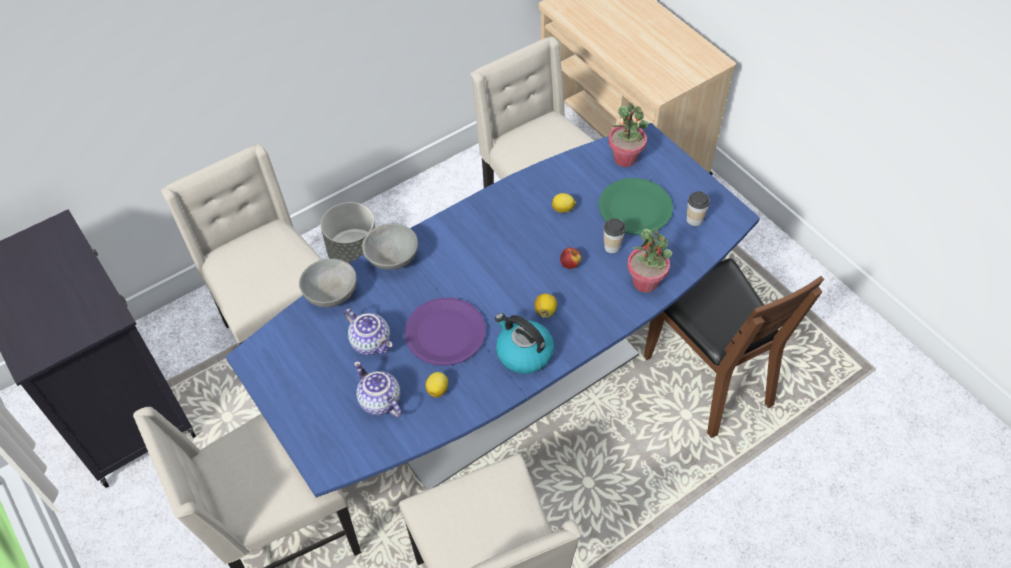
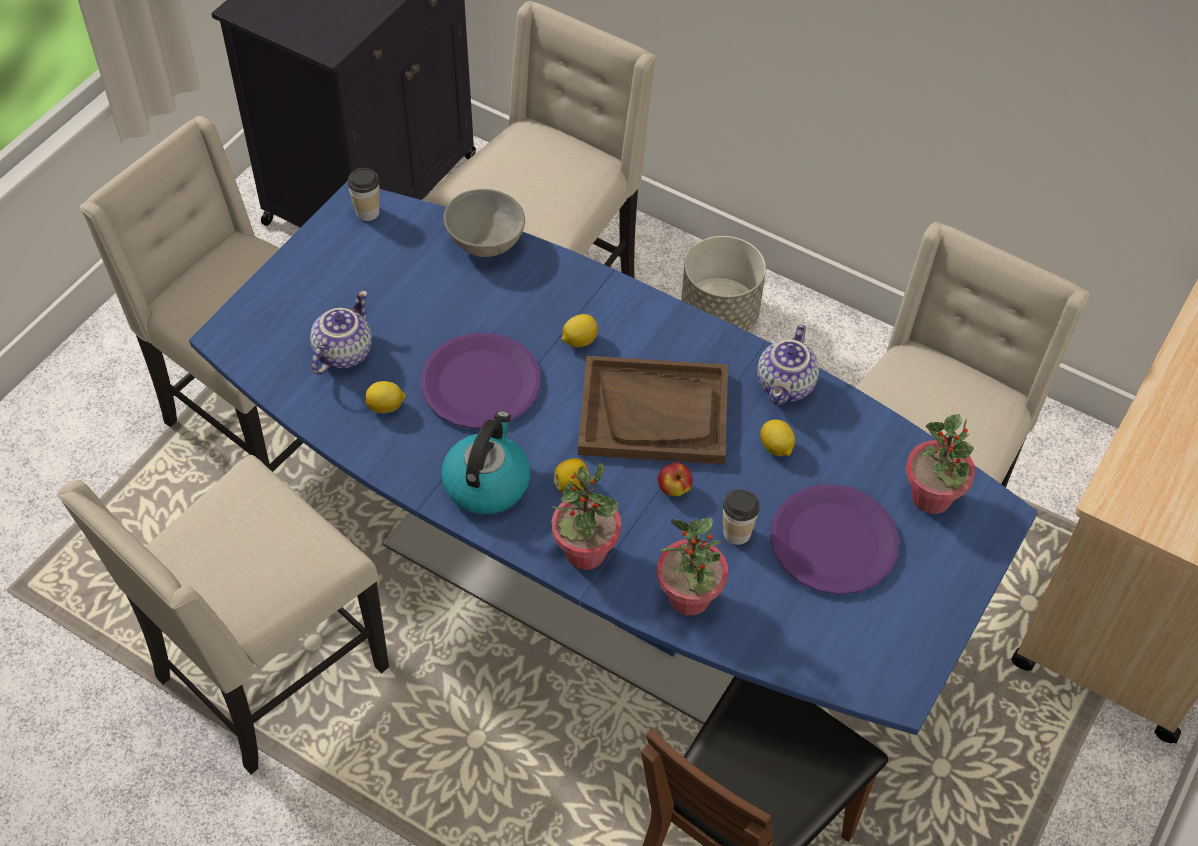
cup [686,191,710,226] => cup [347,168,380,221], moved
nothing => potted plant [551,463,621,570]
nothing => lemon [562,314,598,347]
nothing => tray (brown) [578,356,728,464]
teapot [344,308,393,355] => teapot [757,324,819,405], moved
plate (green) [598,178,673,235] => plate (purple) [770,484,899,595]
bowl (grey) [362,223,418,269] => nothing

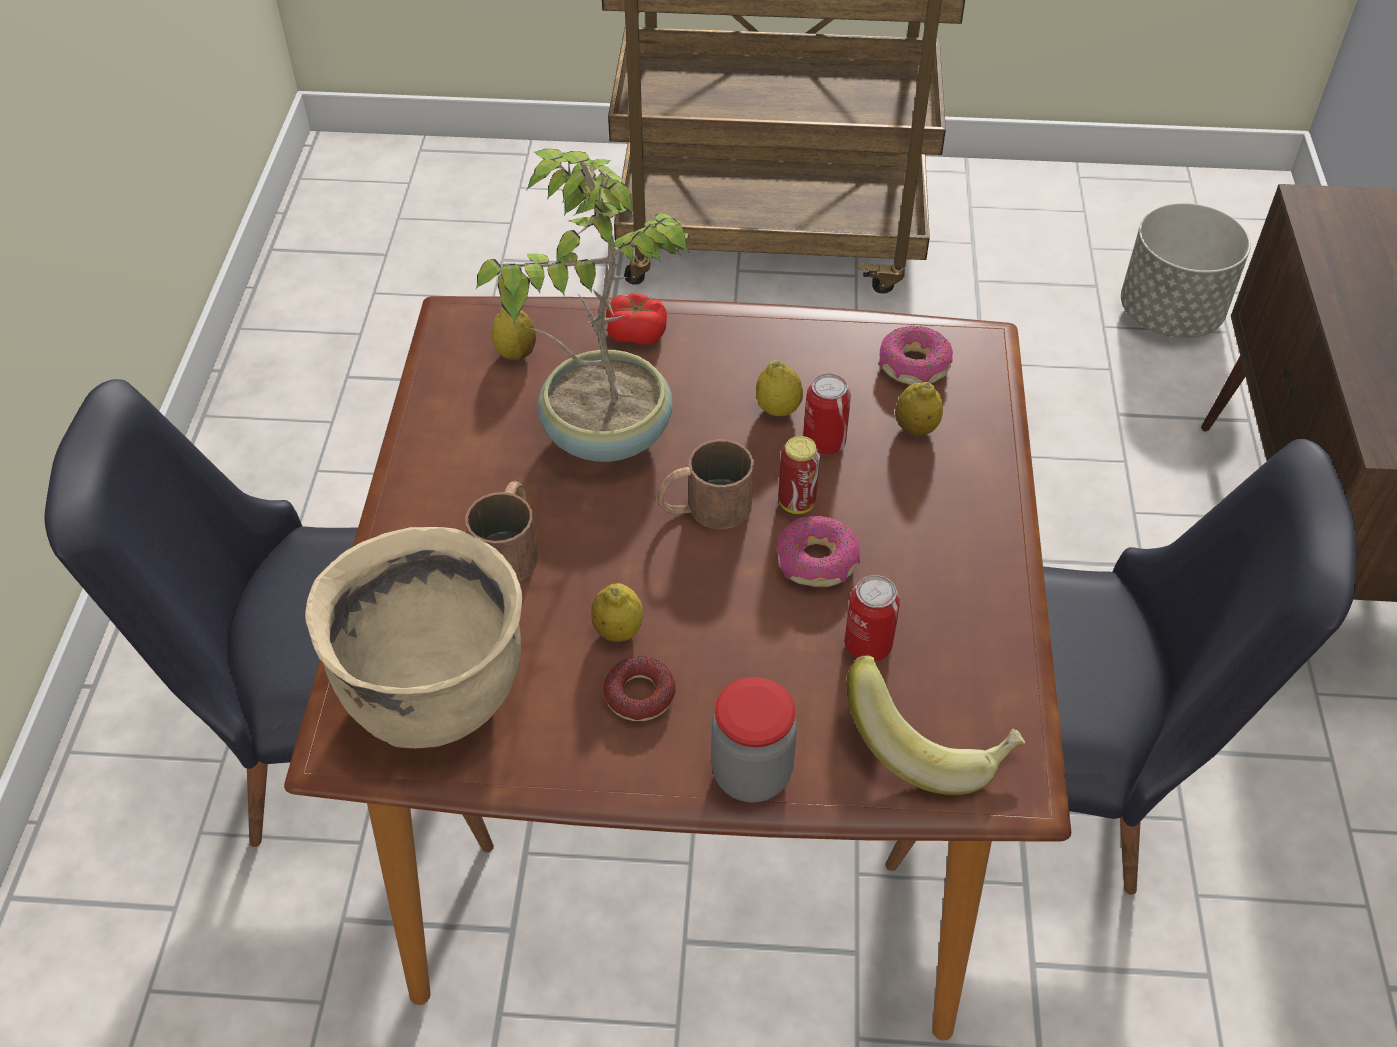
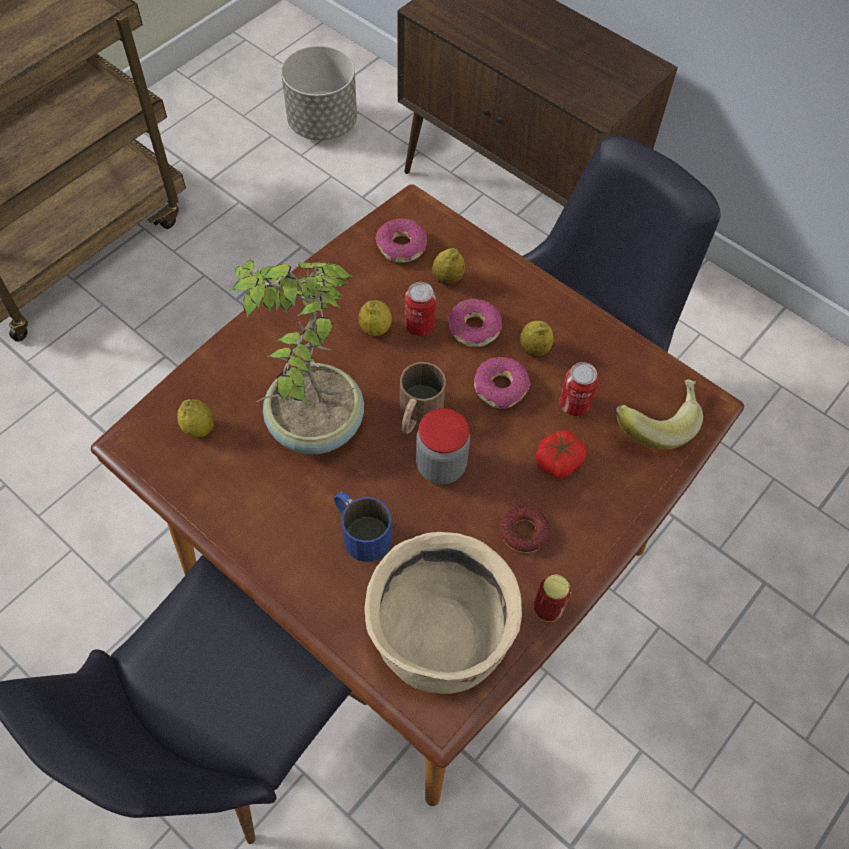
mug (brown) [466,481,538,581] => mug (blue) [334,492,392,562]
jar [711,677,797,803] => jar [416,408,470,485], moved
nothing => donut [448,299,502,347]
lemon [591,583,643,642] => lemon [519,321,554,357], moved
can [778,436,820,514] => can [534,575,571,622], moved
tomato [606,293,667,344] => tomato [535,430,587,479], moved

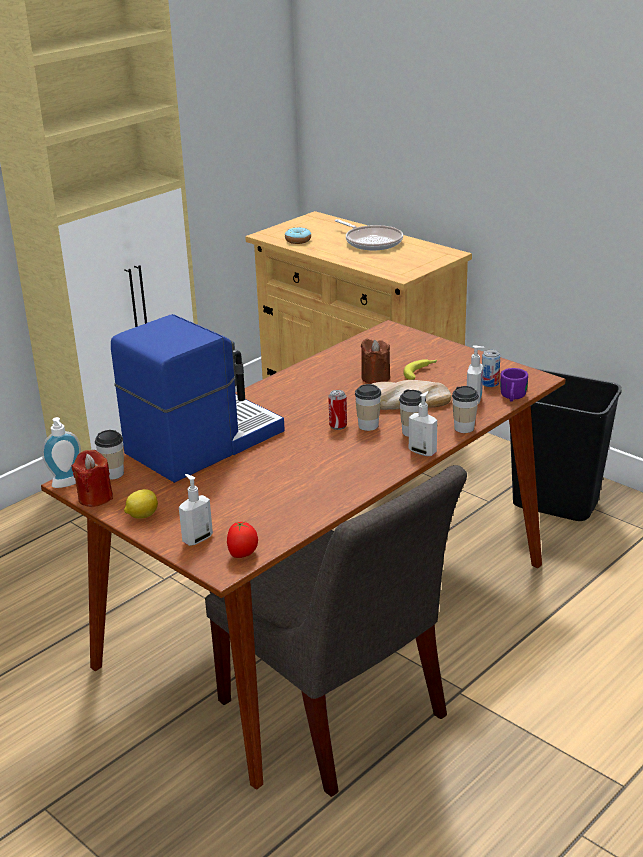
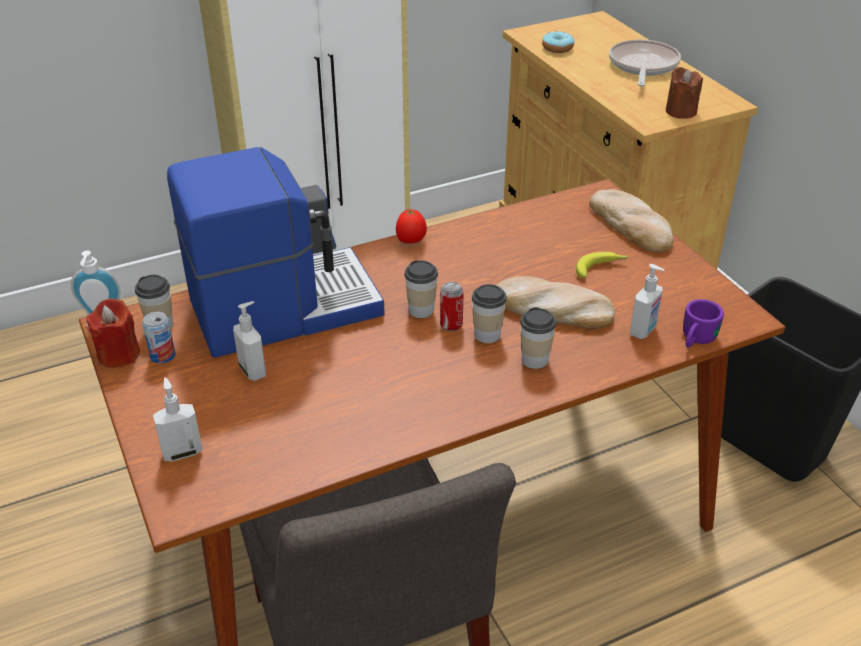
can [482,350,500,387] => can [142,312,176,363], moved
soap dispenser [409,391,437,456] => soap dispenser [233,301,266,381], moved
tomato [227,521,258,558] => tomato [396,209,427,243], moved
cup [452,386,479,433] => cup [404,260,438,318], moved
nothing => bread [589,189,673,253]
frying pan [335,219,403,251] => frying pan [609,39,681,86], 150 degrees counterclockwise
candle (brown) [361,339,390,384] => candle (brown) [666,67,703,119], moved
lemon [124,489,158,519] => nothing

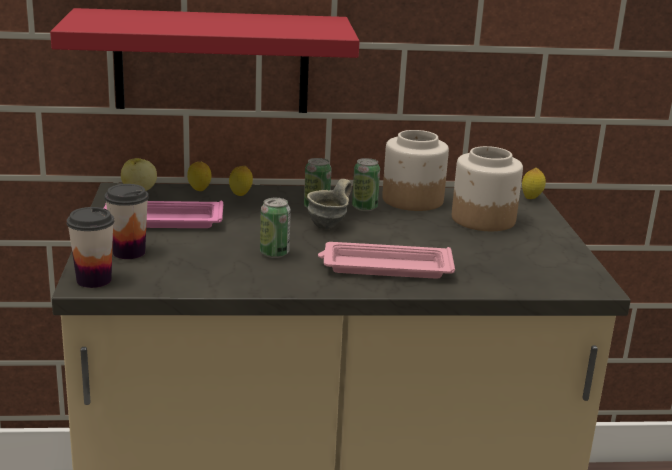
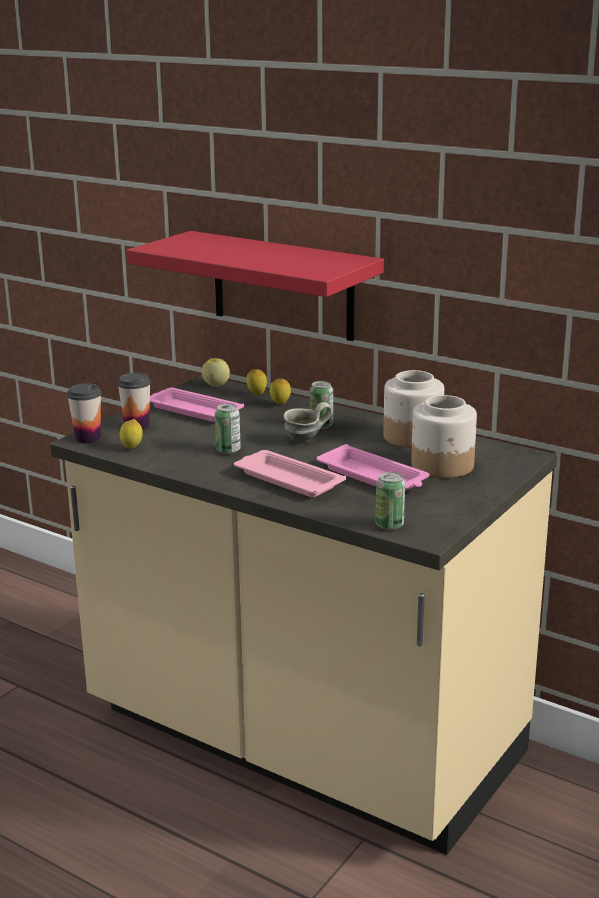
lemon [522,168,546,199] => lemon [120,419,143,449], moved
nothing => tray (pink) [317,444,429,491]
can [352,158,380,211] => can [376,472,405,530], moved

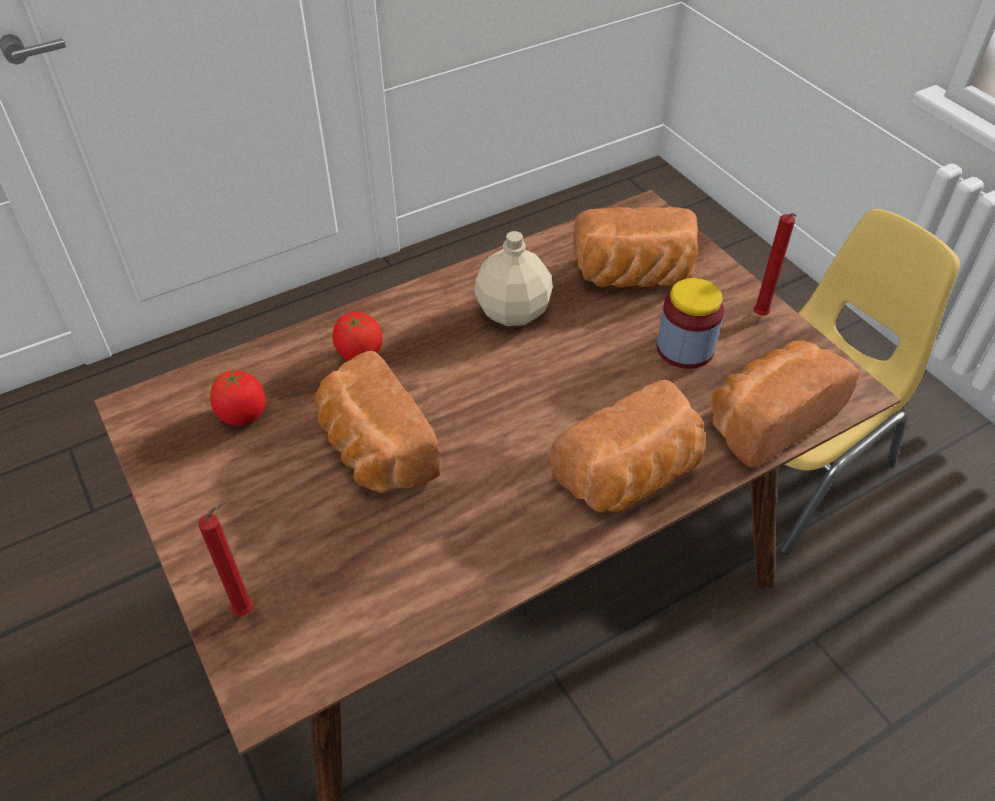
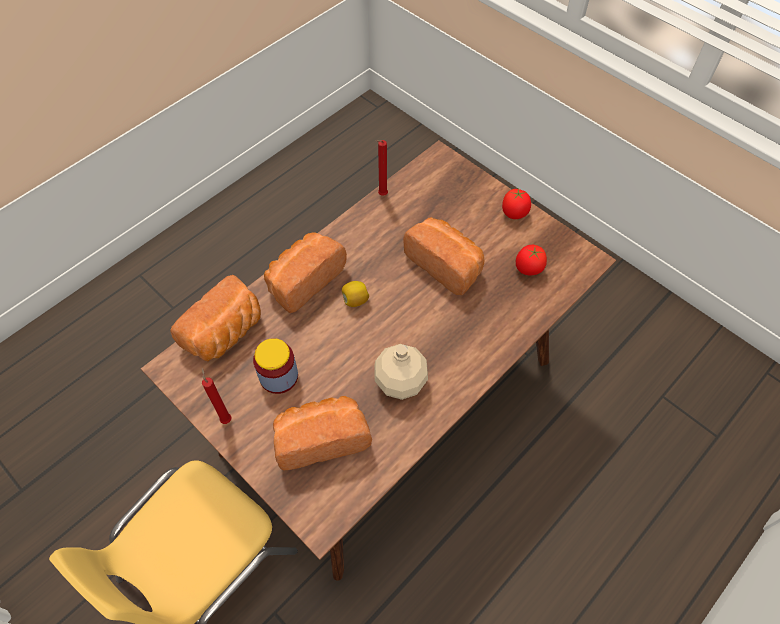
nothing => lemon [342,281,369,307]
candle (red) [198,502,253,616] => candle (red) [376,140,388,196], moved
tomato [332,312,383,361] => tomato [502,188,531,219], moved

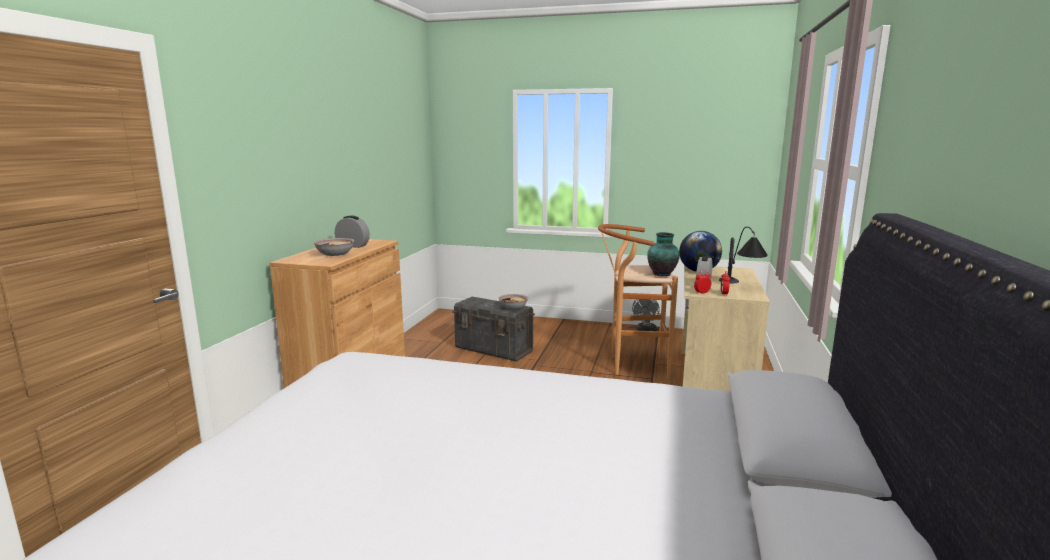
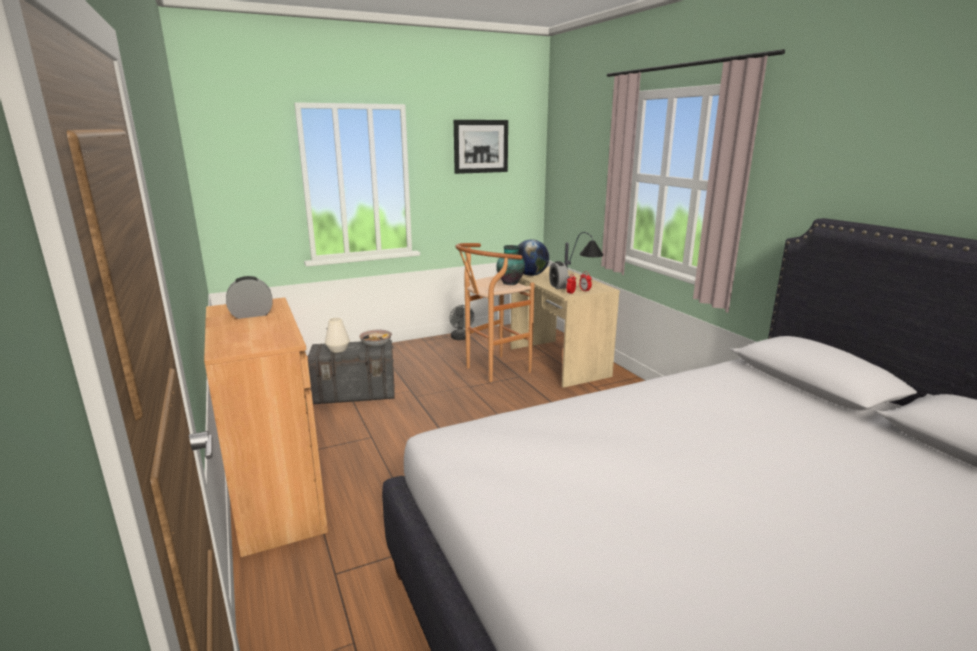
nothing => vase (white) [325,318,350,353]
nothing => picture [454,120,508,174]
bowl [314,238,355,256] => nothing

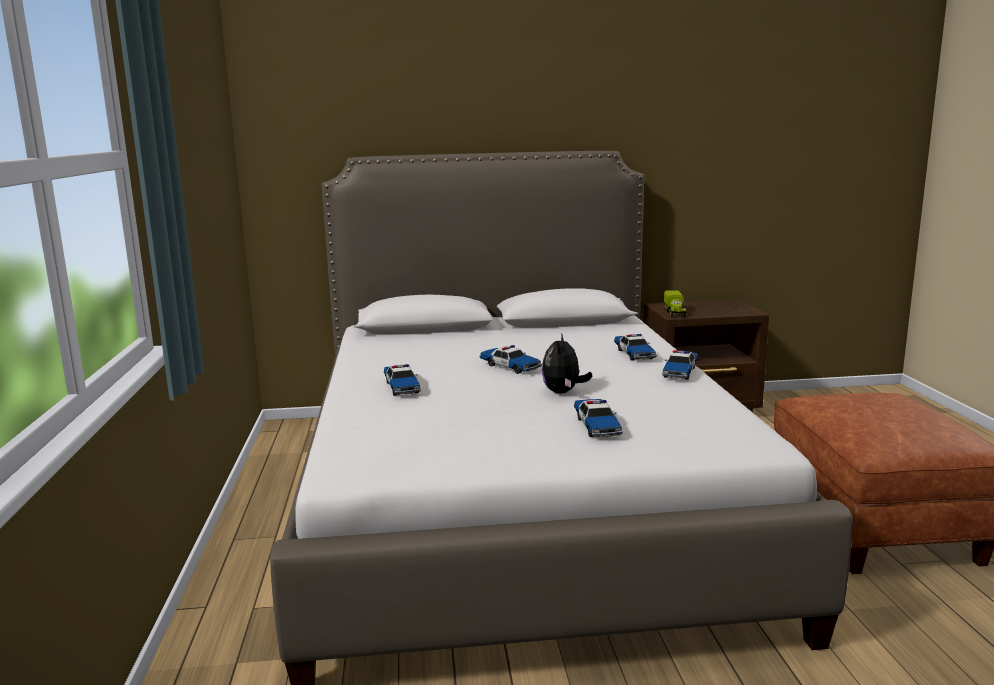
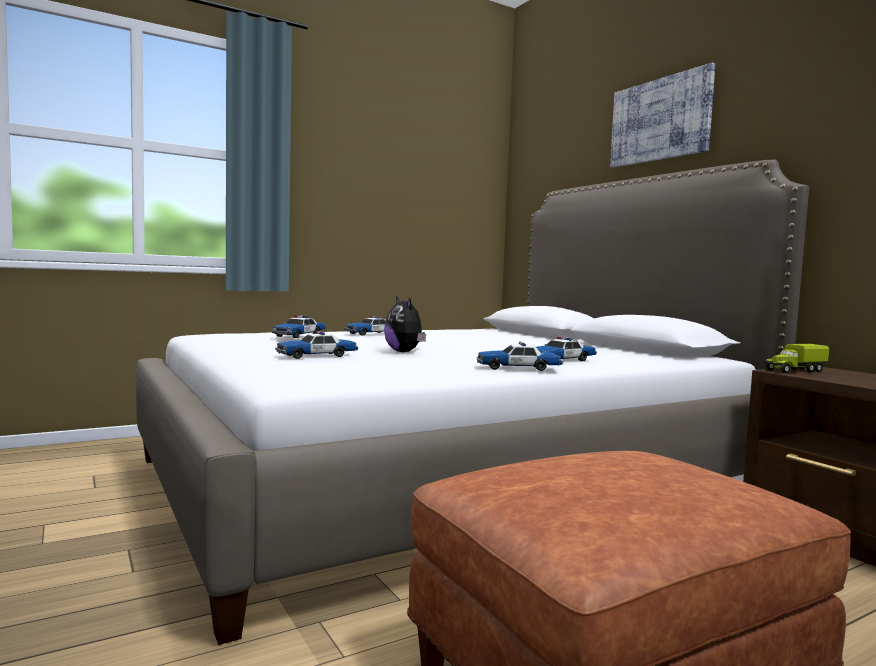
toy car [479,345,542,374] => toy car [271,315,326,338], moved
plush toy [542,333,593,394] => plush toy [384,296,426,352], 105 degrees counterclockwise
nothing => picture [610,63,715,168]

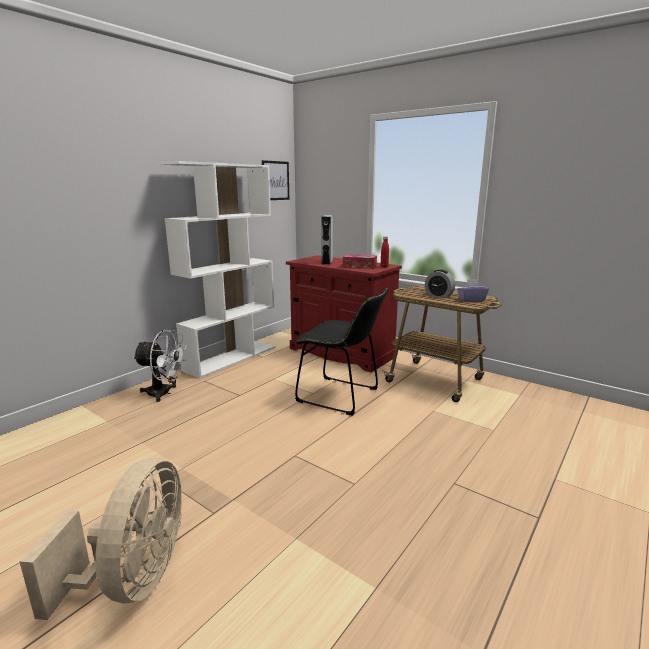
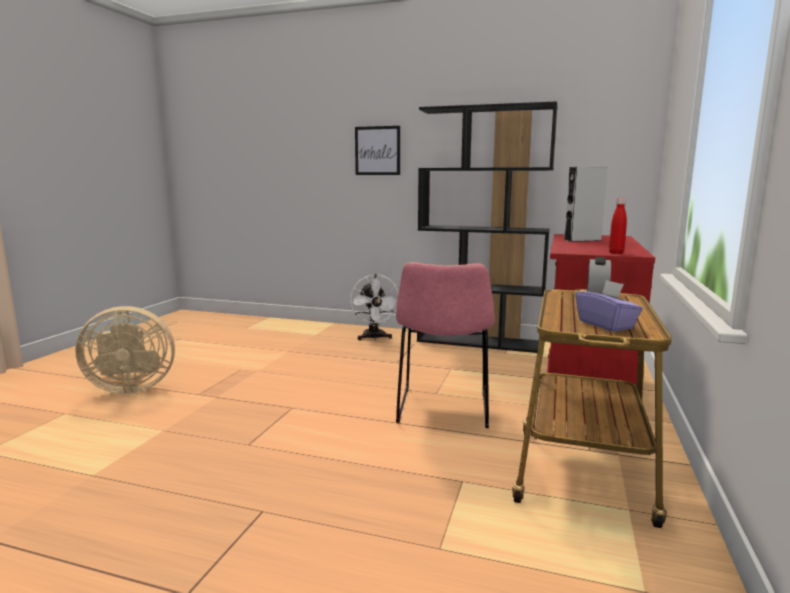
picture [262,160,289,200] => picture [355,126,400,175], moved
chair (black) [295,288,388,415] => chair (pink) [396,262,495,428]
bookcase (white) [159,161,276,379] => bookcase (black) [417,101,558,353]
tissue box [343,254,377,269] => nothing

